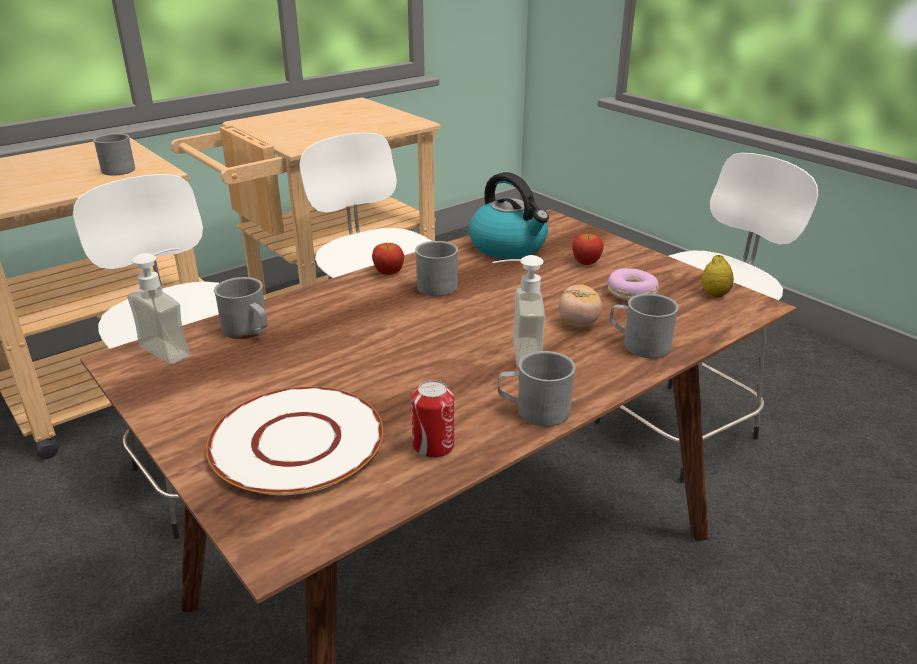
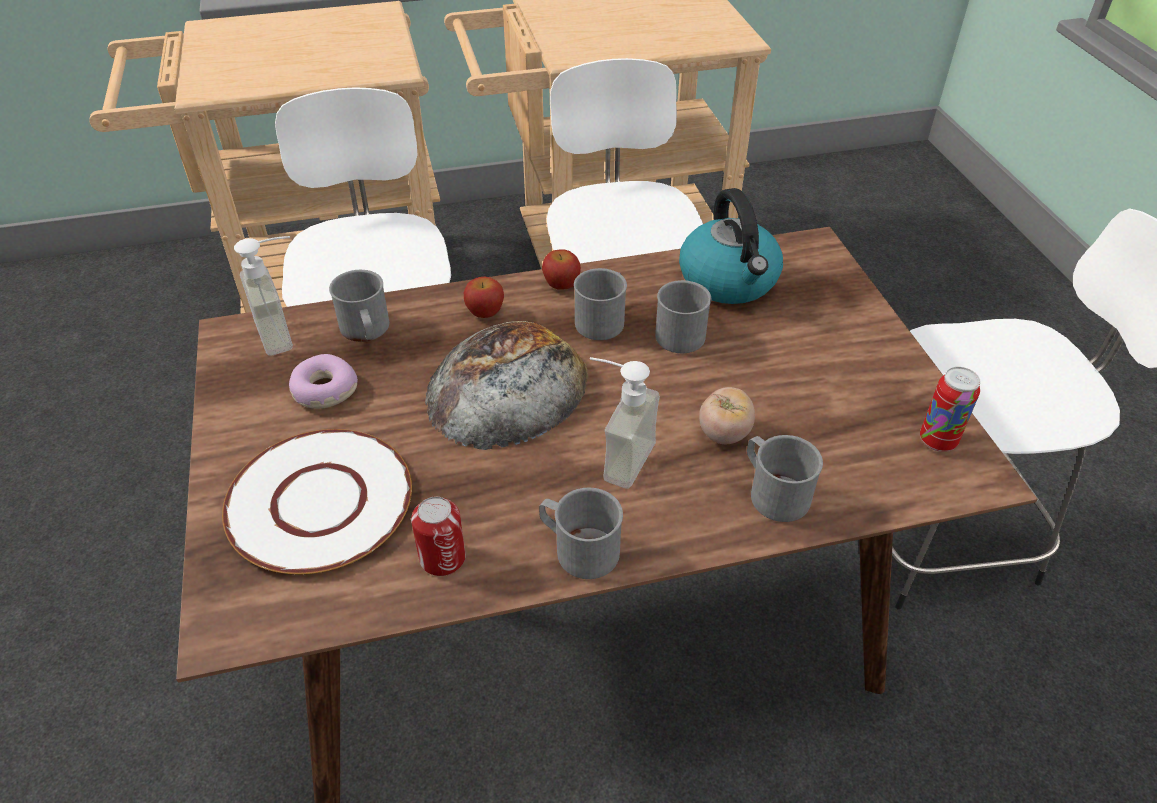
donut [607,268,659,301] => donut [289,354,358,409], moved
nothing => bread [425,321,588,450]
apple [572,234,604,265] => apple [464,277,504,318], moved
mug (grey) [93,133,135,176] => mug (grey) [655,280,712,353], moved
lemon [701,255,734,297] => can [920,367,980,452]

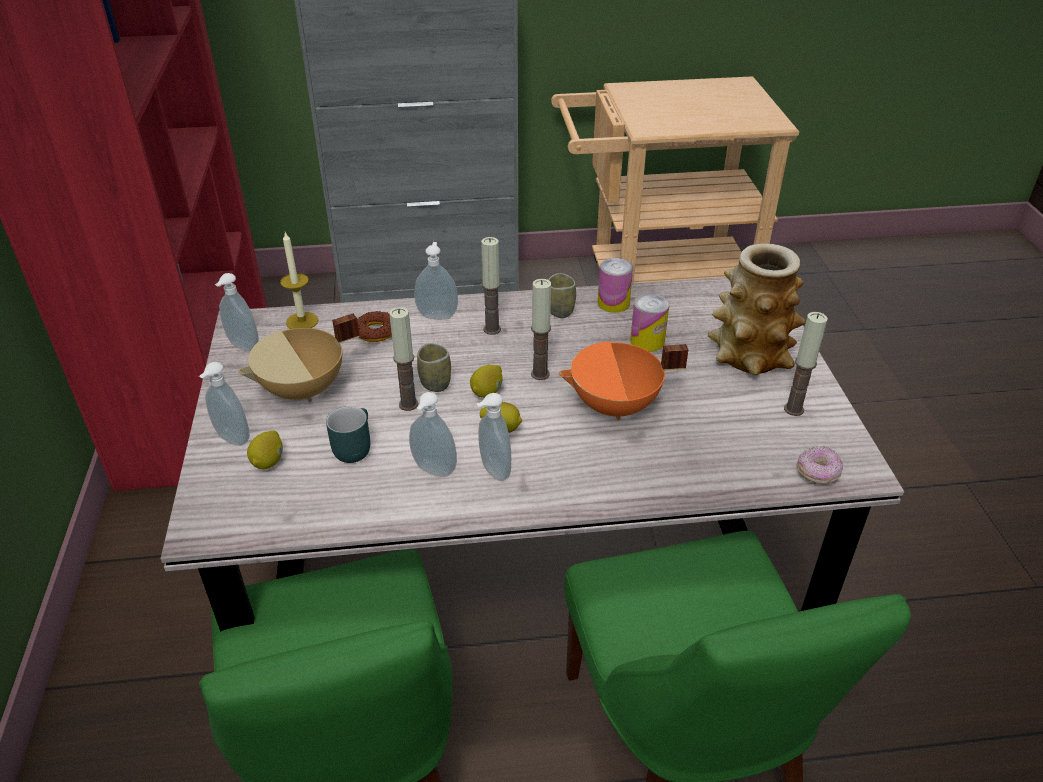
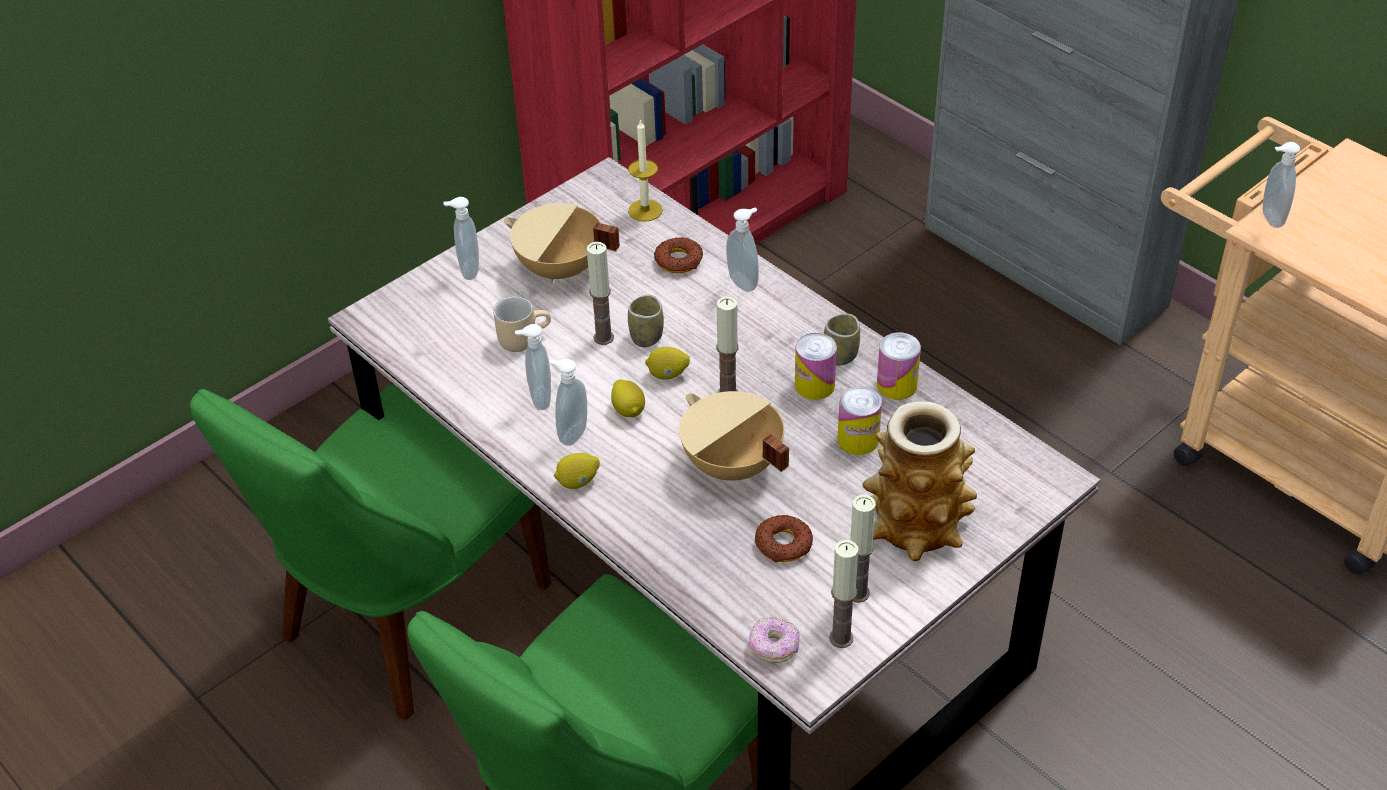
mug (turquoise) [326,406,370,463] => mug (beige) [493,296,551,352]
lemon [247,430,283,469] => lemon [554,453,600,489], moved
cooking pot (orange) [558,341,688,421] => cooking pot (beige) [679,391,789,481]
nothing => donut [755,515,813,563]
nothing => can [795,333,837,400]
candle [481,237,501,335] => candle [829,540,858,648], moved
soap dispenser [215,273,259,351] => soap dispenser [1263,142,1300,228], moved

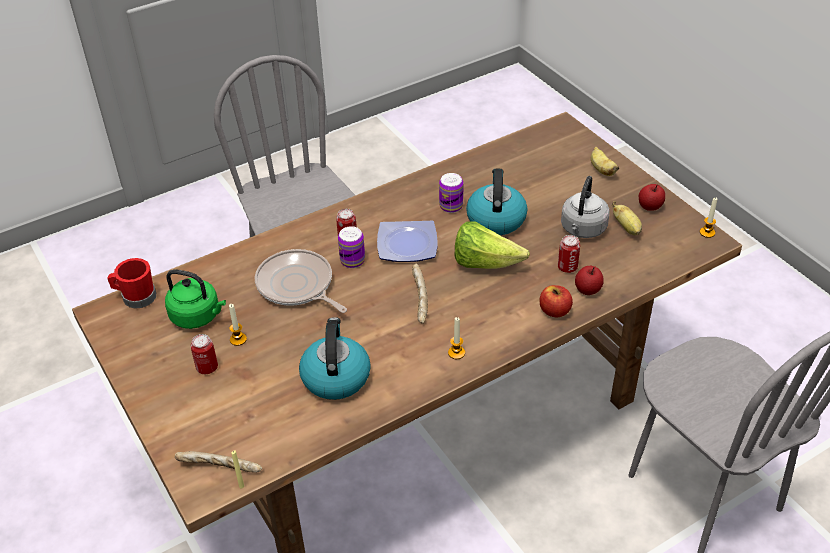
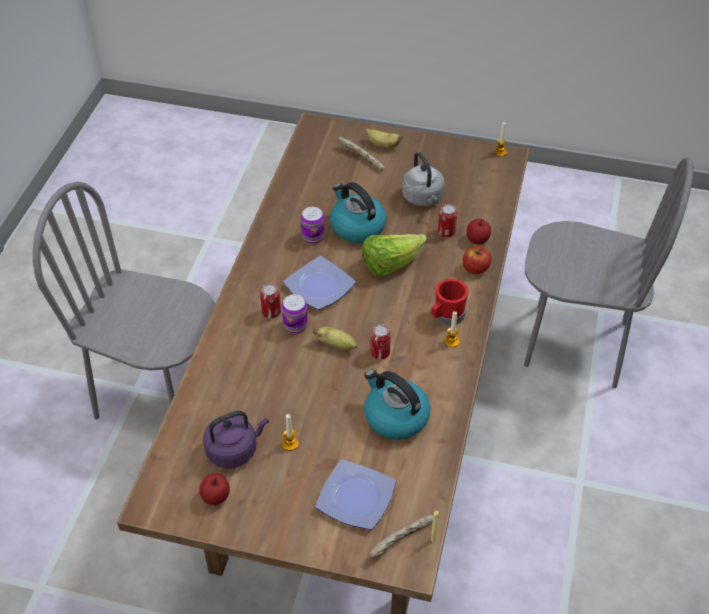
apple [639,184,665,211] => apple [199,473,230,505], moved
kettle (green) [165,269,226,329] => kettle (purple) [203,411,269,468]
banana [612,201,642,236] => banana [313,327,357,350], moved
nothing => plate [315,459,396,530]
bread [412,264,428,323] => bread [338,137,385,170], moved
can [191,334,218,374] => can [370,324,391,360], moved
mug (red) [107,258,156,309] => mug (red) [432,279,469,325], moved
frying pan [255,249,347,313] => nothing

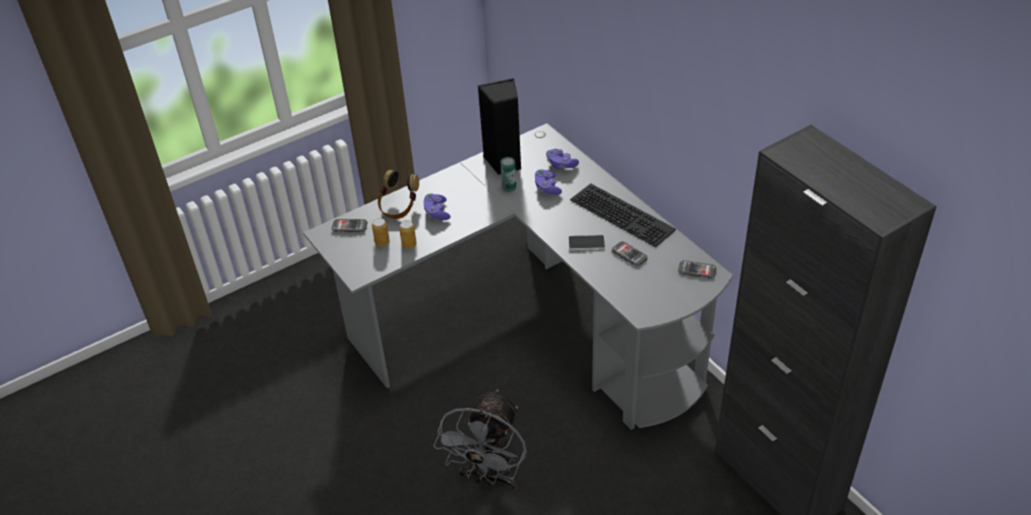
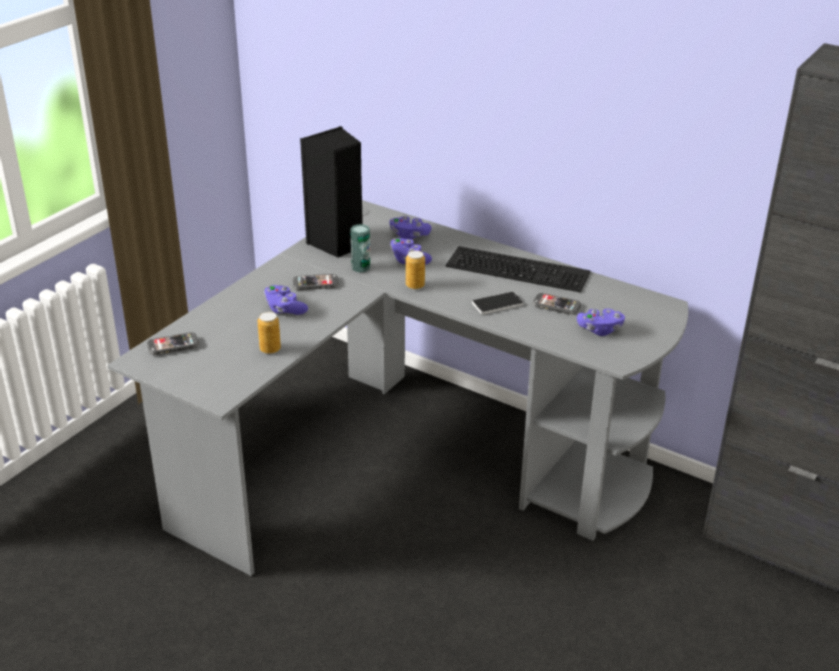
phone [678,260,716,279] => phone [293,274,339,290], moved
can [372,218,390,247] => can [406,250,425,290], moved
nothing => game controller (purple) [577,309,625,336]
headphones [378,170,419,219] => nothing
fan (grey) [434,389,527,490] => nothing

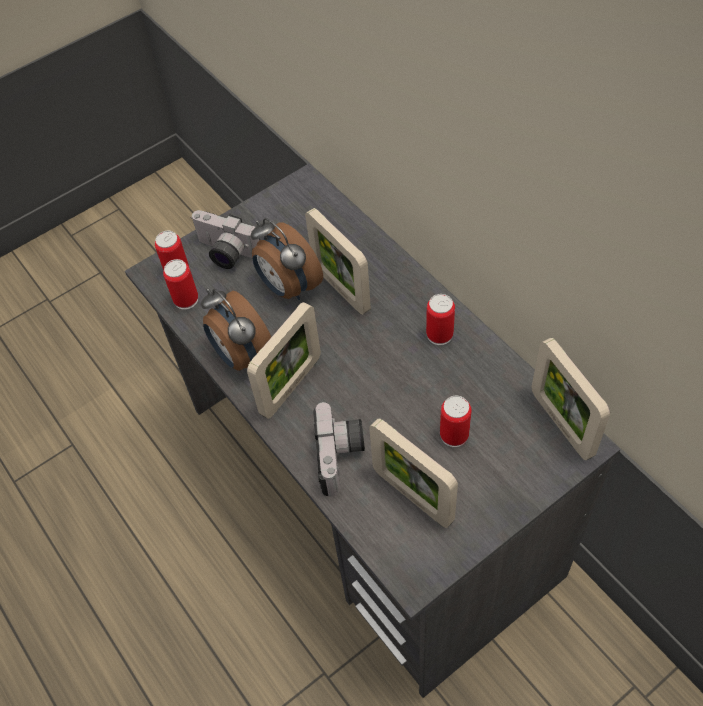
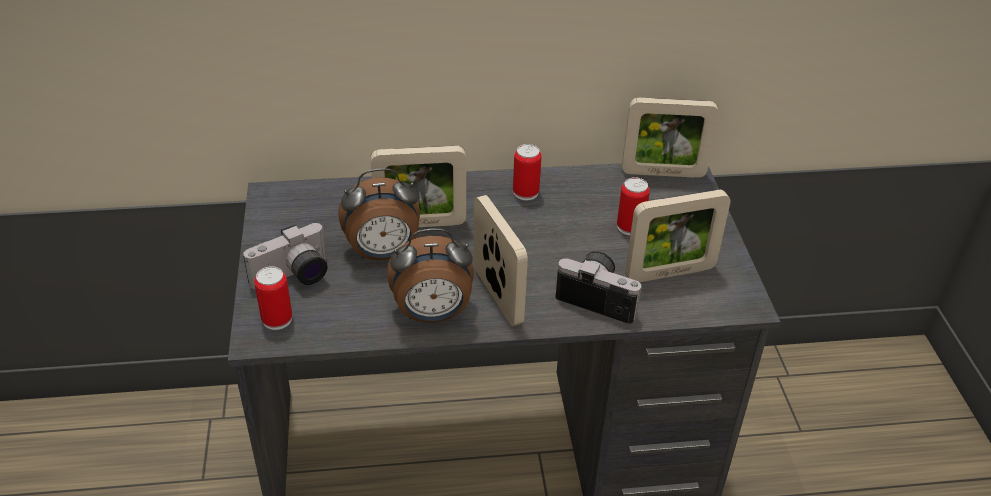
can [163,259,198,310] => nothing

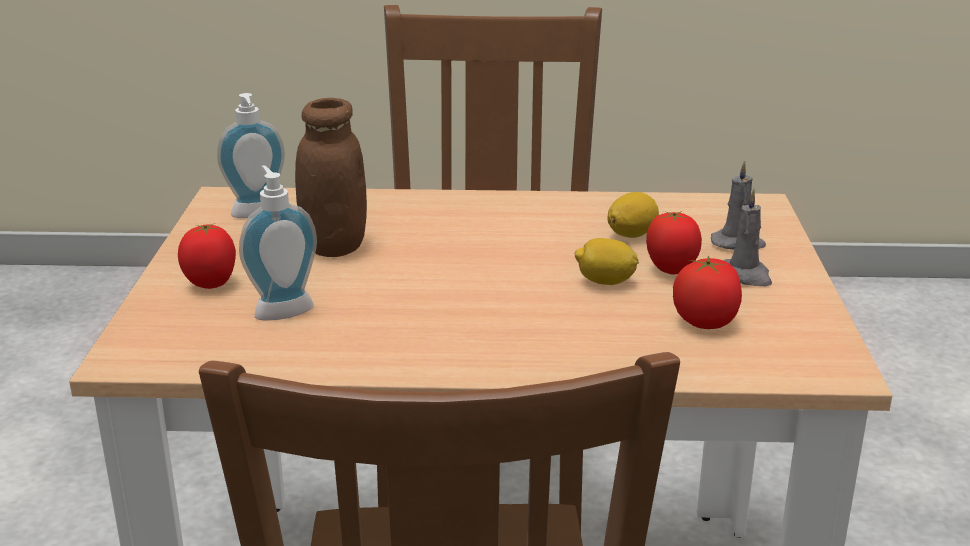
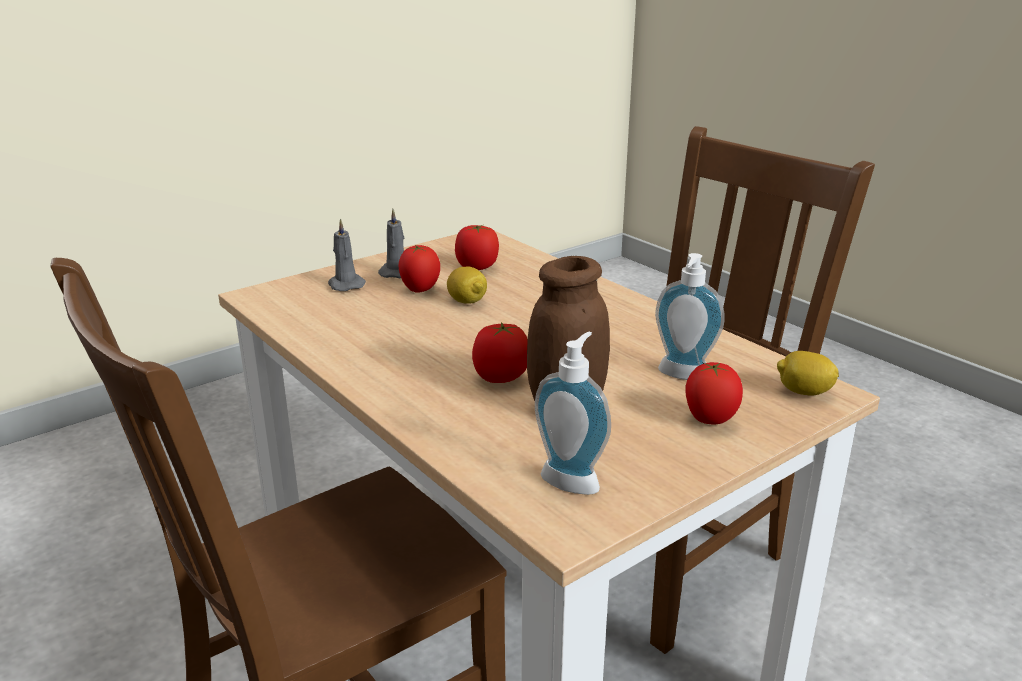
nothing => tomato [472,322,528,383]
lemon [607,192,659,238] => lemon [777,351,839,396], moved

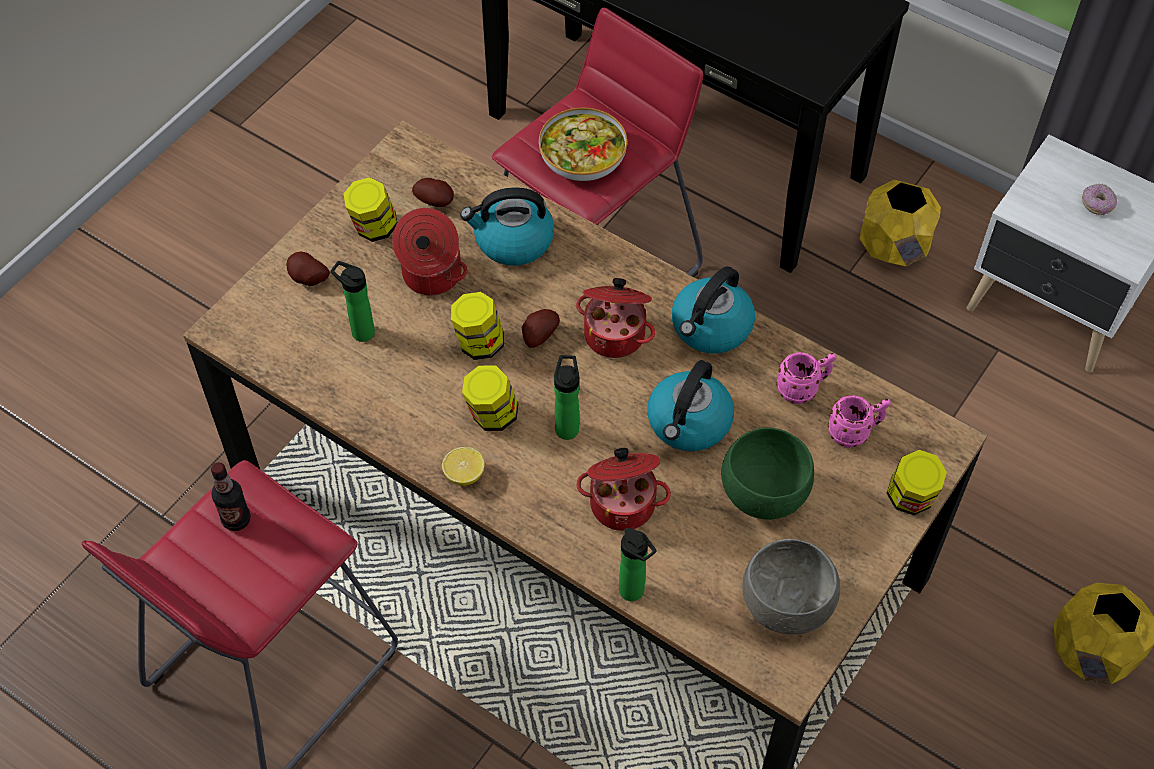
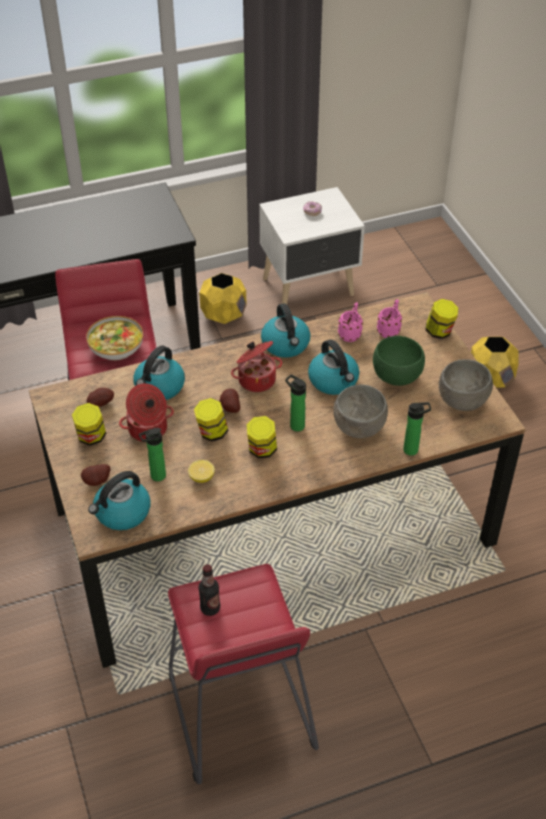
nothing => kettle [88,471,151,530]
lemon [442,447,485,486] => lemon [188,460,215,483], moved
cooking pot [576,448,671,531] => bowl (grey) [333,385,388,438]

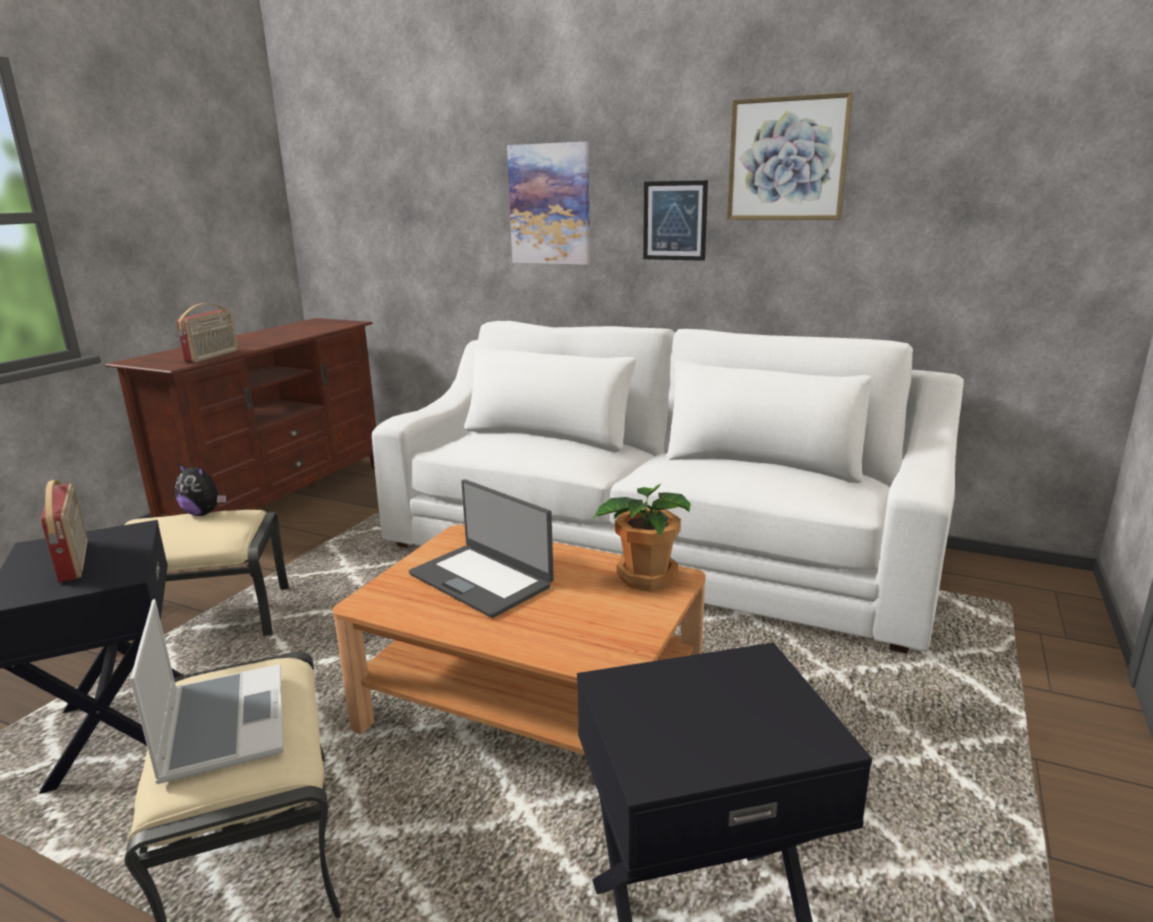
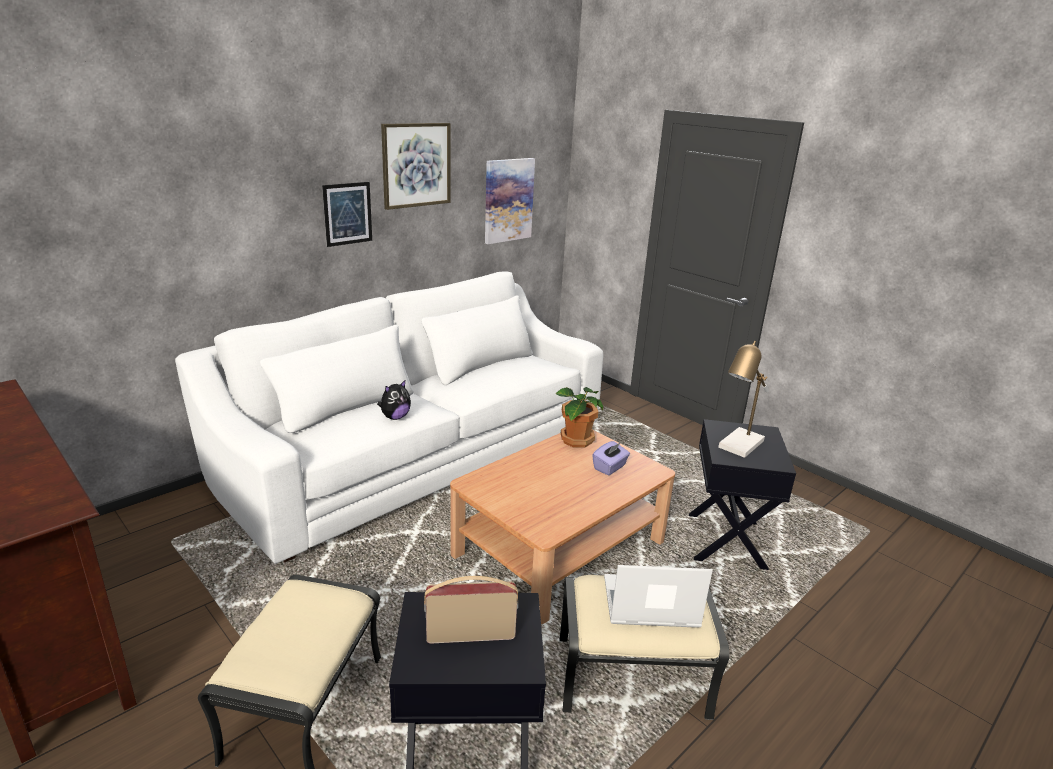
plush toy [175,463,226,516] => plush toy [377,379,411,420], moved
picture [507,142,590,265] => picture [485,158,535,244], moved
nothing => tissue box (purple) [592,441,630,476]
nothing => table lamp [718,341,769,458]
radio [177,303,238,363] => nothing
laptop [409,479,554,618] => nothing

